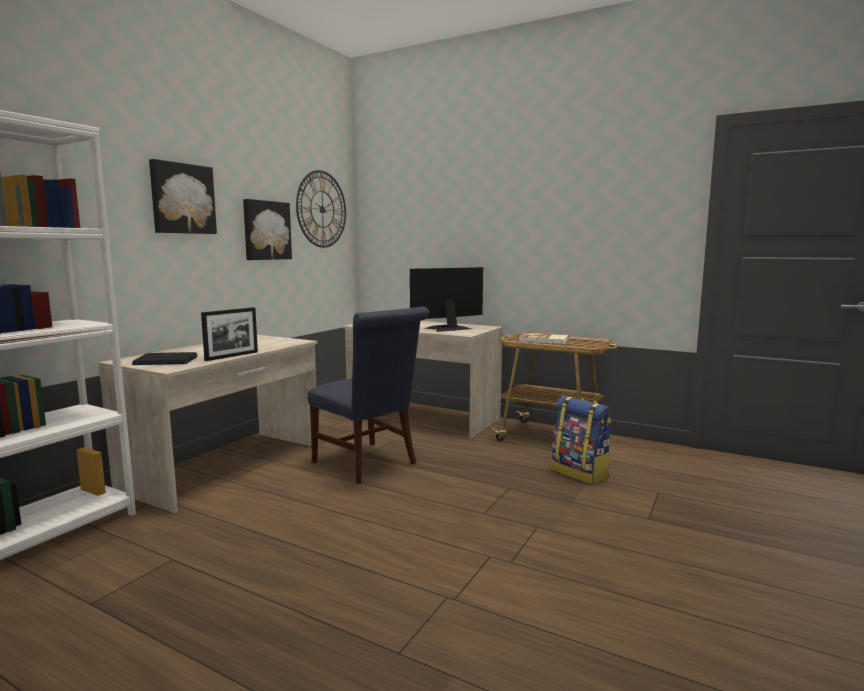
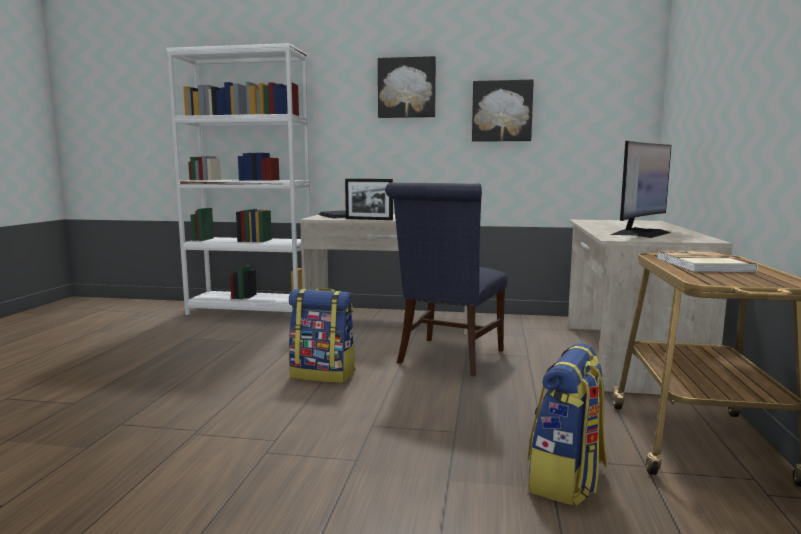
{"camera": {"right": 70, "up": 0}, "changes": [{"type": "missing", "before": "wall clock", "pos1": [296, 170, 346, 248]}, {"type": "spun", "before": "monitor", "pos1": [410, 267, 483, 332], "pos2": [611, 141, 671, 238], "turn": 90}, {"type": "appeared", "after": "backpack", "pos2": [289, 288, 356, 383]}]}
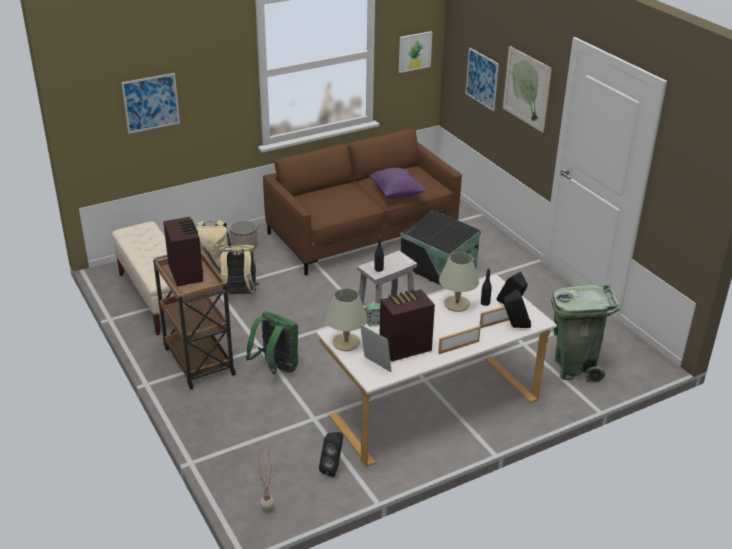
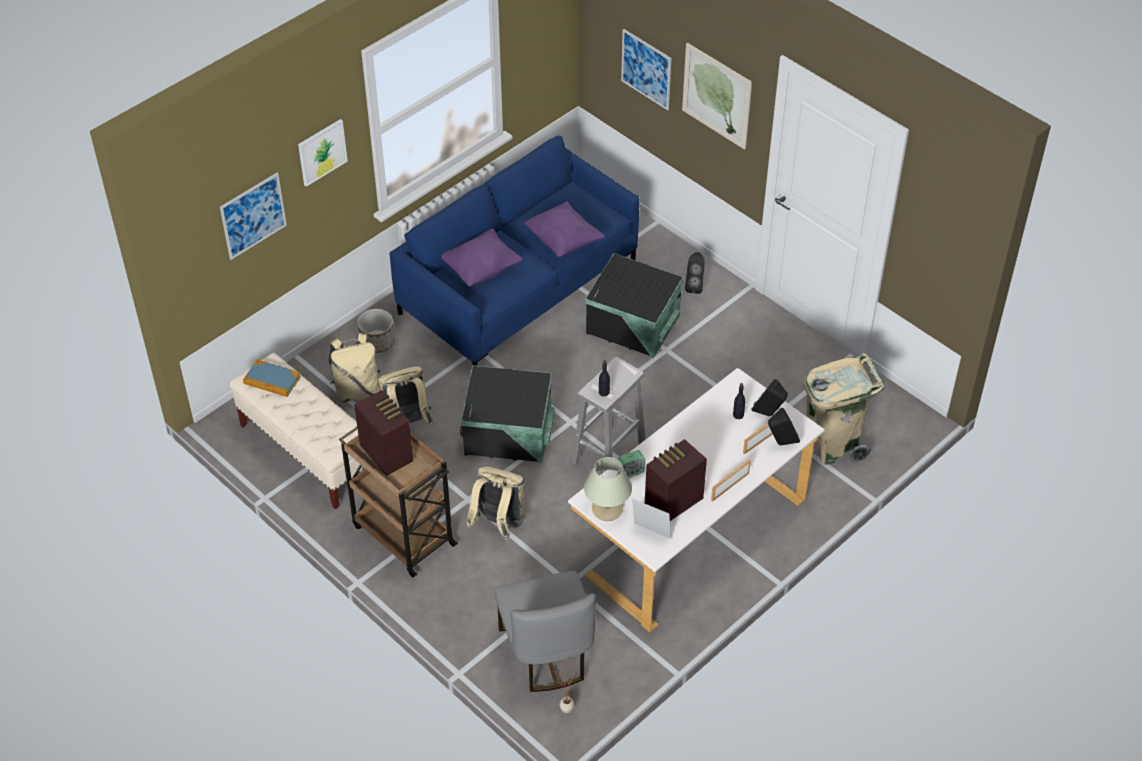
{"camera": {"right": -15, "up": 15}, "changes": [{"type": "relocated", "before": "picture", "pos1": [399, 31, 433, 73], "pos2": [298, 119, 348, 187]}, {"type": "colour", "before": "brown sofa", "after": "blue sofa", "pos1": [263, 129, 462, 276], "pos2": [390, 136, 640, 366]}, {"type": "missing", "before": "beige table lamp", "pos1": [439, 252, 479, 312]}, {"type": "colour", "before": "green trash can", "after": "beige trash can", "pos1": [551, 284, 620, 383], "pos2": [804, 352, 884, 465]}, {"type": "colour", "before": "green backpack", "after": "beige backpack", "pos1": [246, 311, 298, 374], "pos2": [466, 467, 525, 540]}, {"type": "relocated", "before": "black speaker", "pos1": [319, 432, 343, 477], "pos2": [685, 252, 705, 294]}, {"type": "appeared", "after": "purple pillow", "pos2": [441, 229, 522, 286]}, {"type": "appeared", "after": "book", "pos2": [243, 359, 301, 397]}, {"type": "appeared", "after": "black storage box", "pos2": [460, 365, 555, 463]}, {"type": "appeared", "after": "grey chair", "pos2": [495, 571, 596, 692]}]}
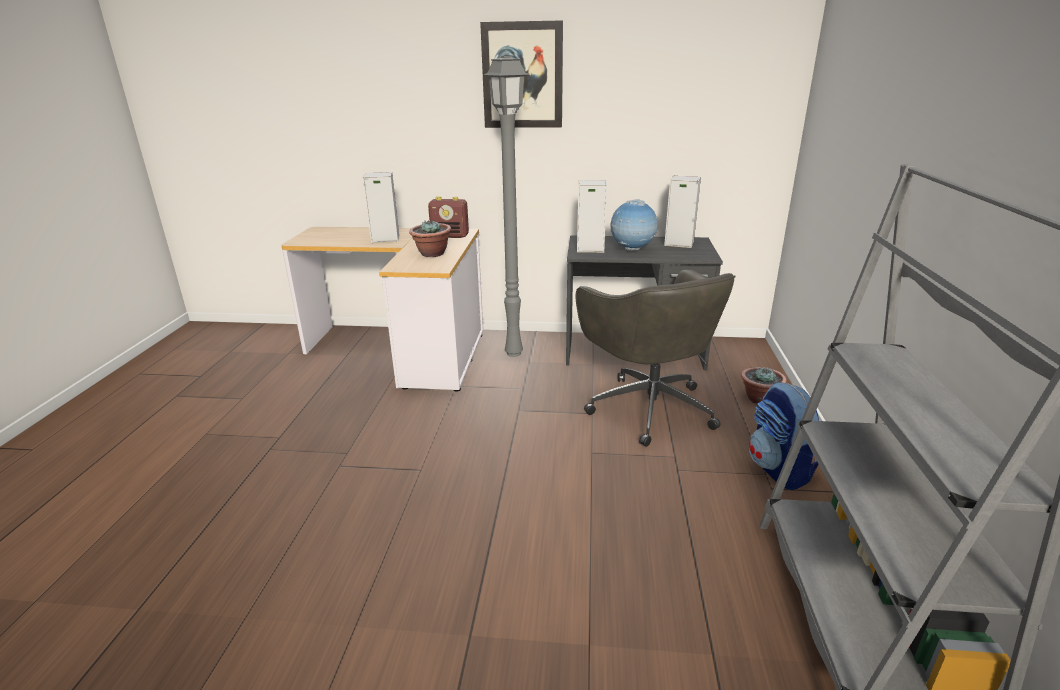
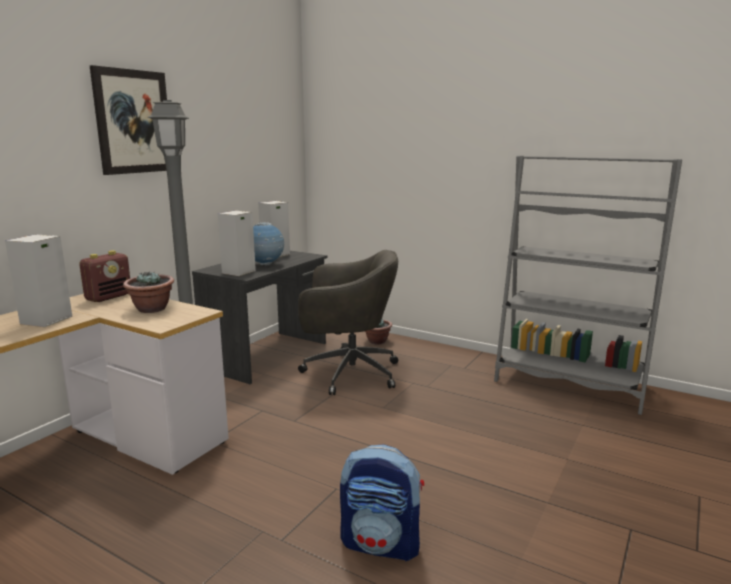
{"camera": {"right": -65, "up": -10}, "changes": [{"type": "relocated", "before": "backpack", "pos1": [749, 382, 819, 490], "pos2": [340, 444, 424, 561]}]}
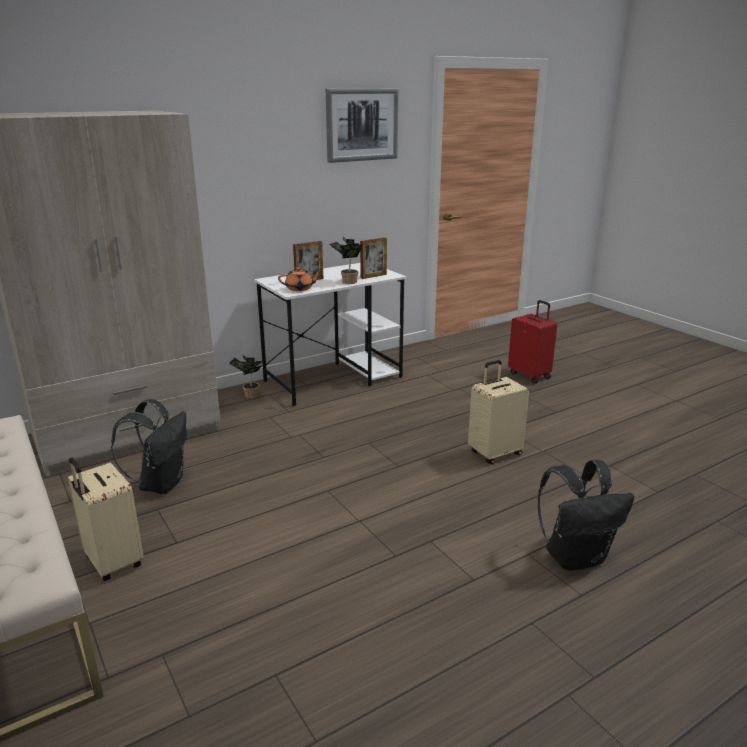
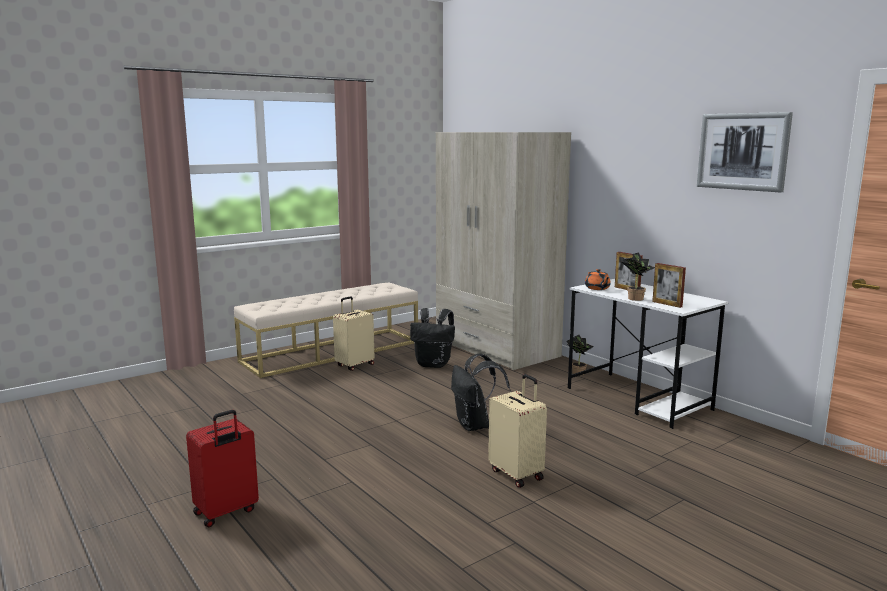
{"camera": {"right": 85, "up": -10}, "changes": [{"type": "relocated", "before": "red suitcase", "pos1": [508, 300, 557, 384], "pos2": [186, 410, 259, 527]}, {"type": "relocated", "before": "black backpack", "pos1": [538, 460, 634, 571], "pos2": [451, 354, 511, 431]}]}
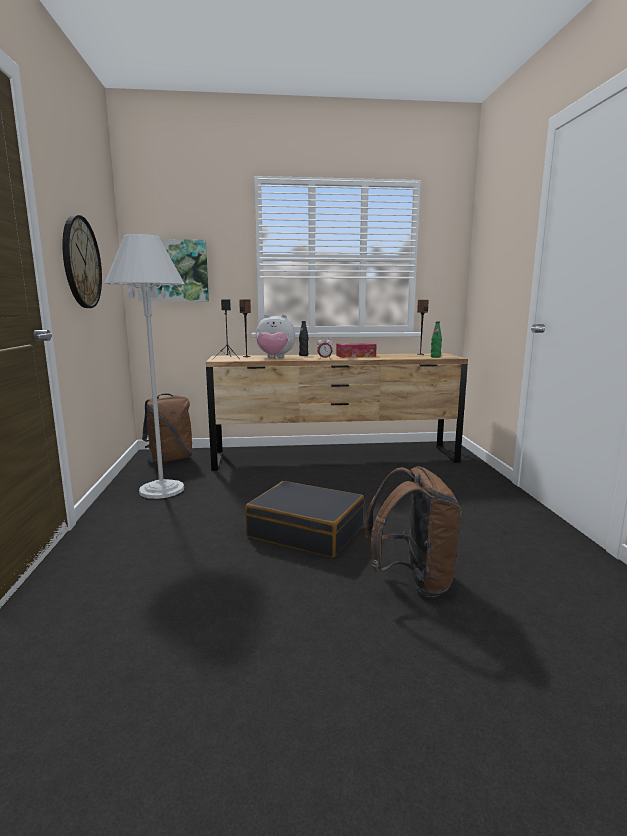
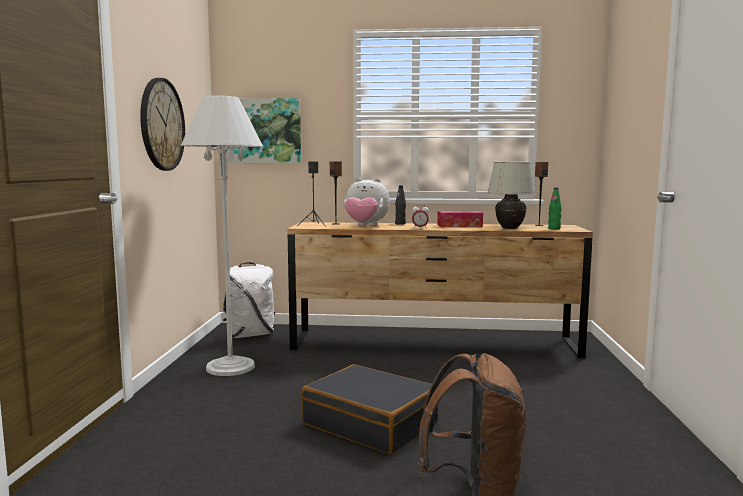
{"camera": {"right": 10, "up": -5}, "changes": [{"type": "colour", "before": "brown backpack", "after": "white backpack", "pos1": [142, 393, 192, 463], "pos2": [223, 262, 275, 338]}, {"type": "appeared", "after": "white table lamp", "pos2": [487, 162, 536, 229]}]}
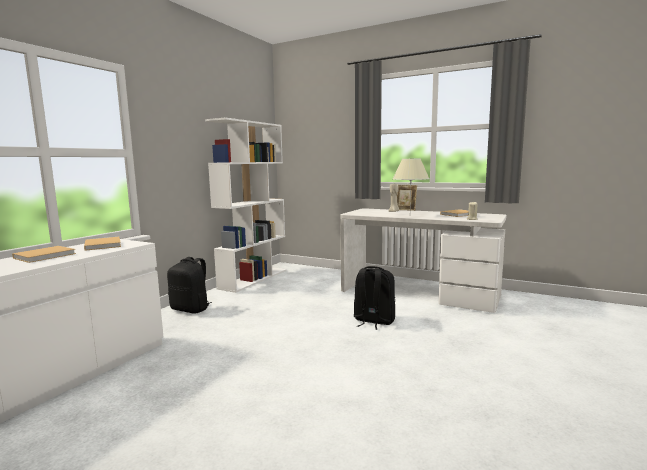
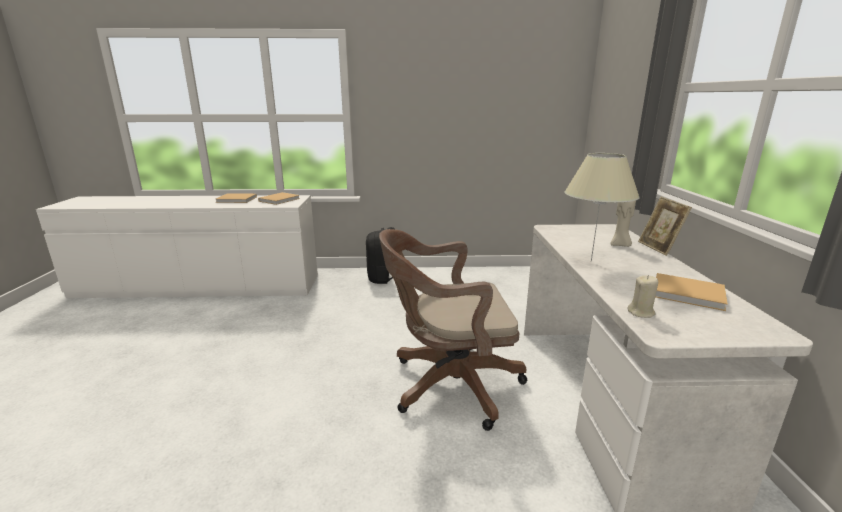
{"camera": {"right": 60, "up": 10}, "changes": [{"type": "missing", "before": "white bookcase", "pos1": [205, 117, 286, 293]}, {"type": "exchanged", "before": "black backpack", "after": "brown office chair", "pos1": [354, 266, 395, 330], "pos2": [379, 229, 527, 431]}]}
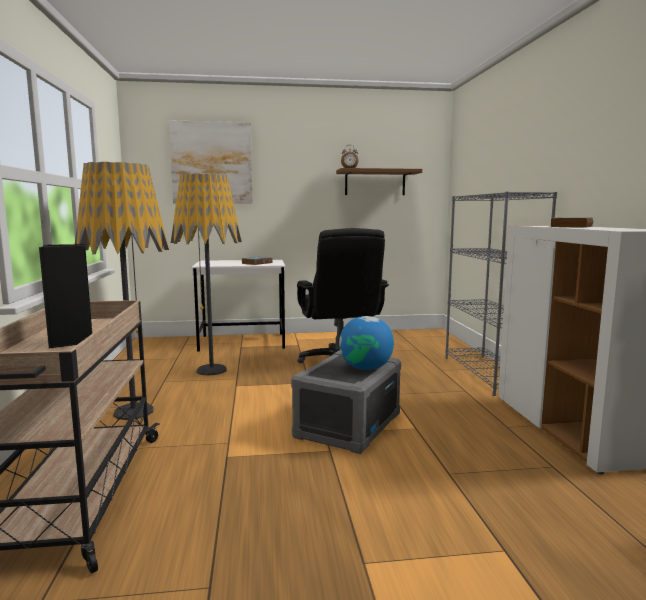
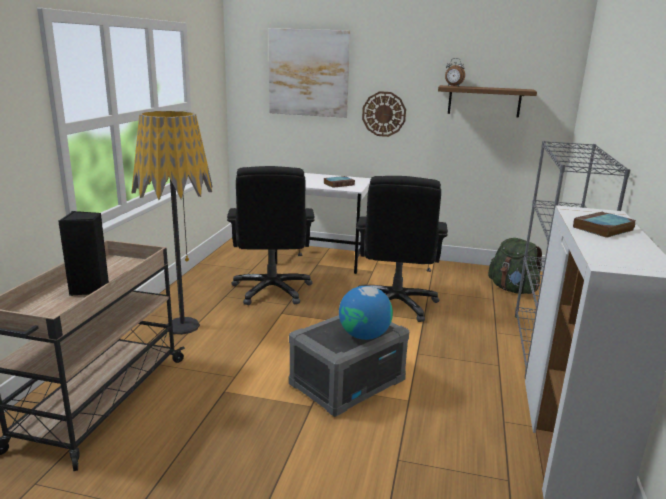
{"camera": {"right": 20, "up": 10}, "changes": [{"type": "exchanged", "before": "floor lamp", "after": "black office chair", "pos1": [171, 174, 242, 376], "pos2": [227, 166, 315, 305]}, {"type": "appeared", "after": "wall clock", "pos2": [362, 91, 406, 137]}, {"type": "appeared", "after": "green backpack", "pos2": [488, 238, 543, 294]}]}
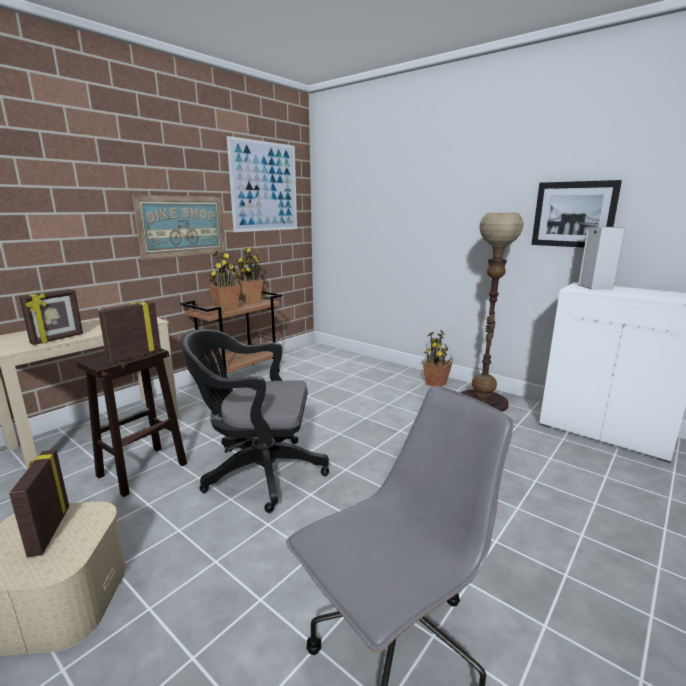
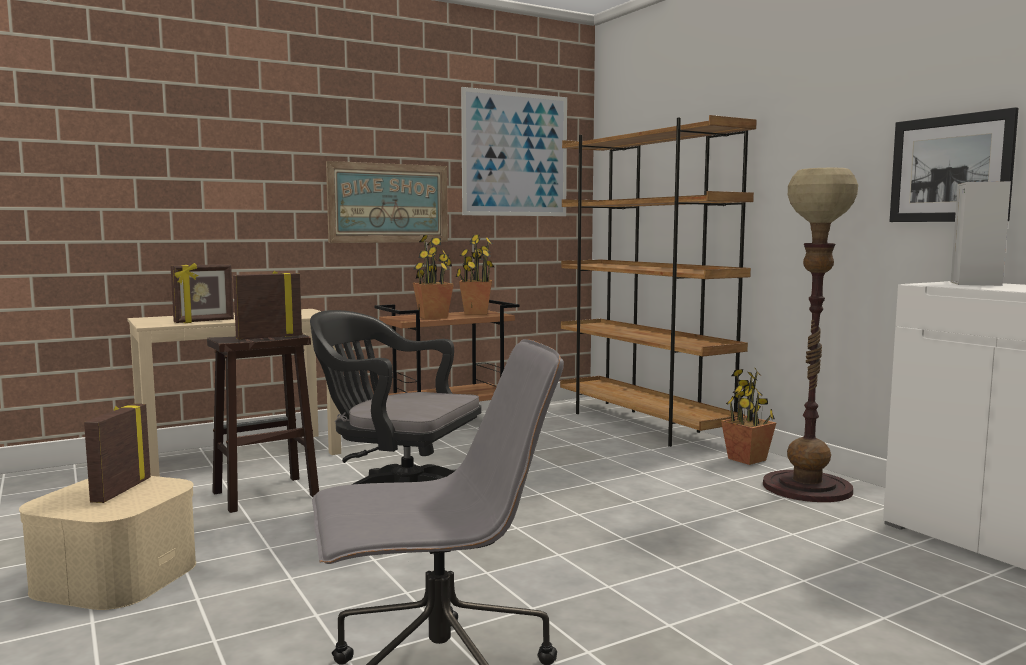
{"camera": {"right": 20, "up": -10}, "changes": [{"type": "appeared", "after": "brown bookcase", "pos2": [560, 115, 757, 447]}]}
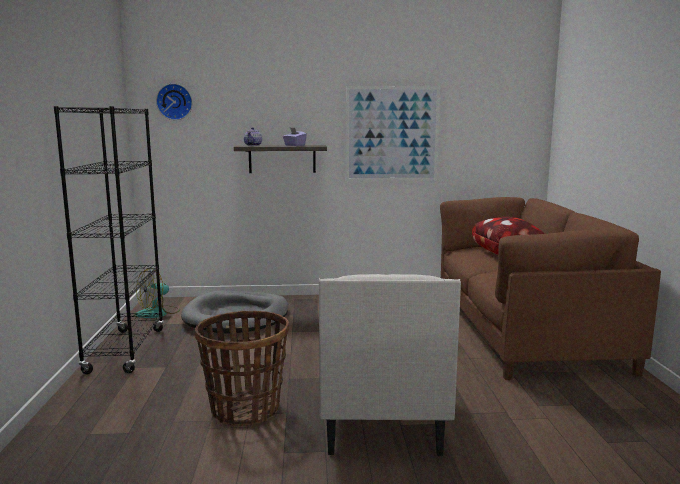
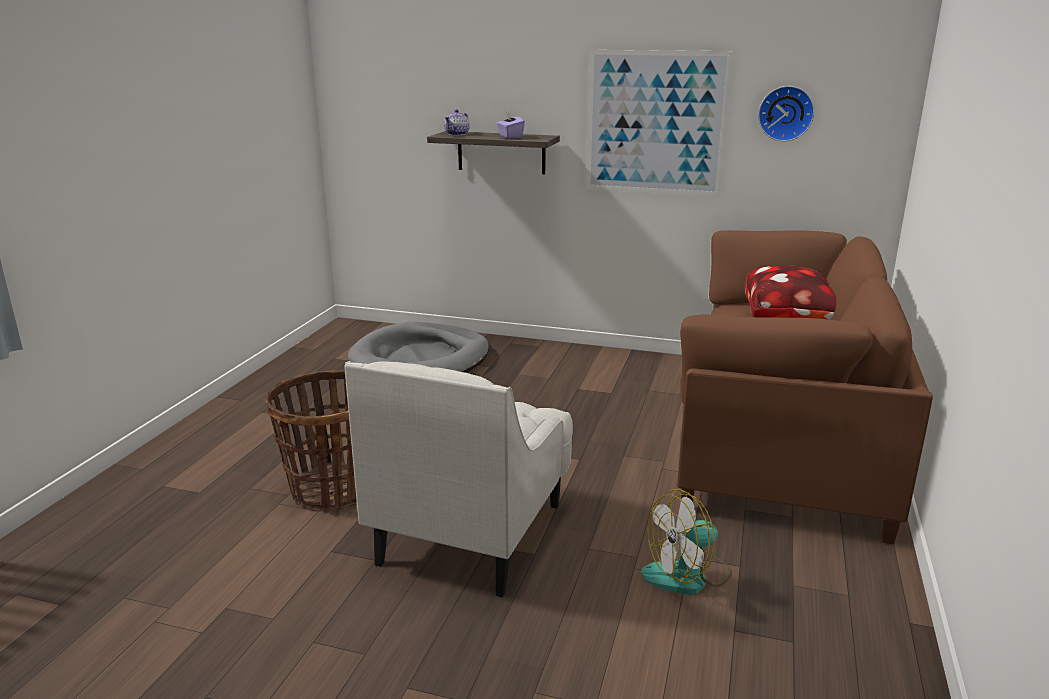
{"camera": {"right": 20, "up": 10}, "changes": [{"type": "relocated", "before": "wall clock", "pos1": [156, 83, 192, 120], "pos2": [758, 86, 814, 141]}, {"type": "missing", "before": "black bookcase", "pos1": [54, 106, 164, 374]}, {"type": "relocated", "before": "fan", "pos1": [136, 268, 180, 318], "pos2": [641, 489, 732, 595]}]}
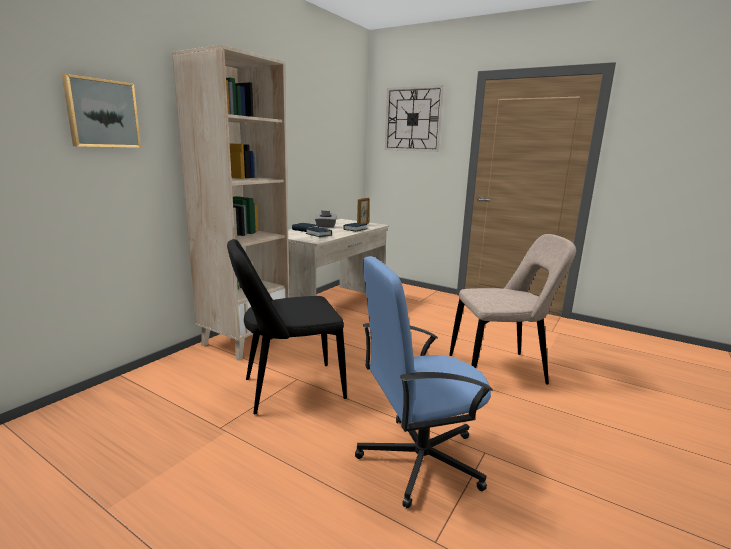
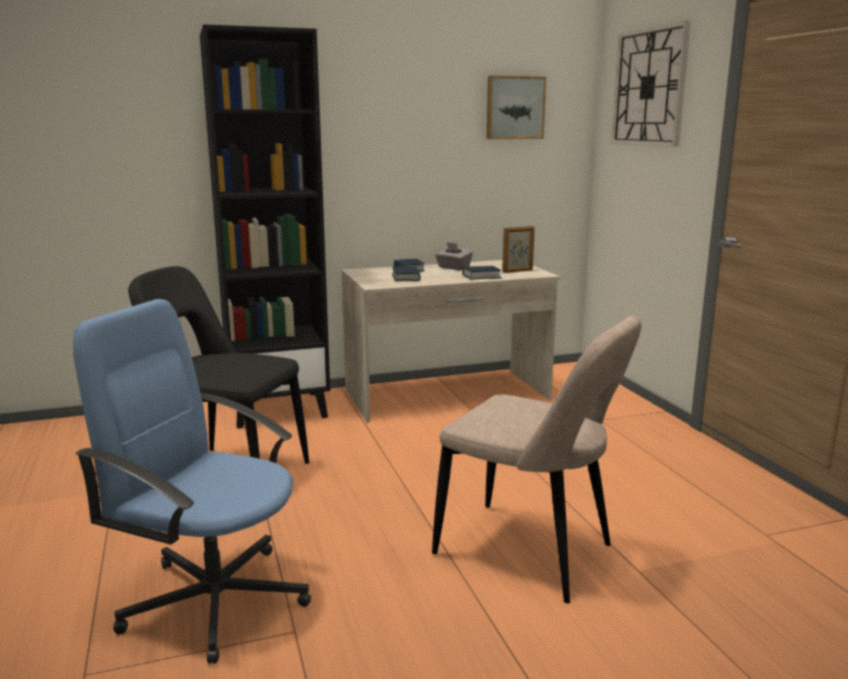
{"camera": {"right": 40, "up": 0}, "changes": [{"type": "colour", "before": "beige bookcase", "after": "black bookcase", "pos1": [172, 45, 290, 360], "pos2": [200, 24, 330, 428]}, {"type": "relocated", "before": "picture", "pos1": [62, 74, 141, 148], "pos2": [486, 76, 546, 139]}]}
